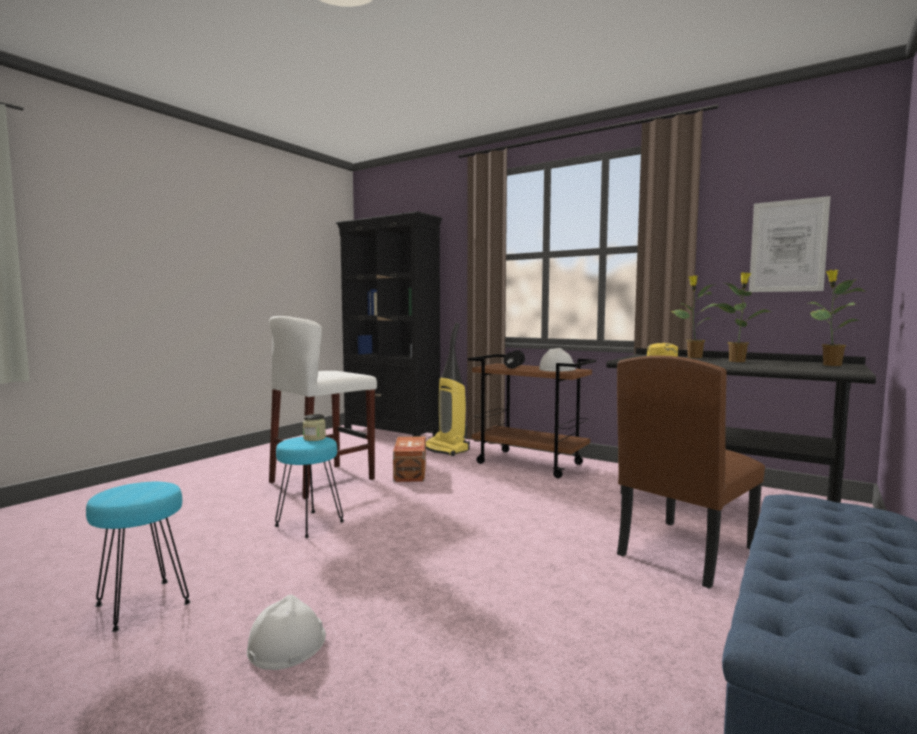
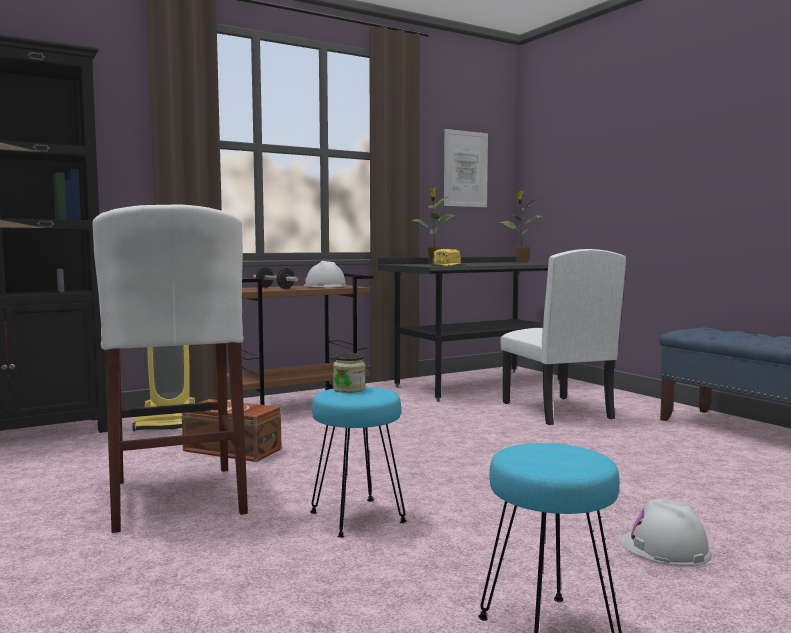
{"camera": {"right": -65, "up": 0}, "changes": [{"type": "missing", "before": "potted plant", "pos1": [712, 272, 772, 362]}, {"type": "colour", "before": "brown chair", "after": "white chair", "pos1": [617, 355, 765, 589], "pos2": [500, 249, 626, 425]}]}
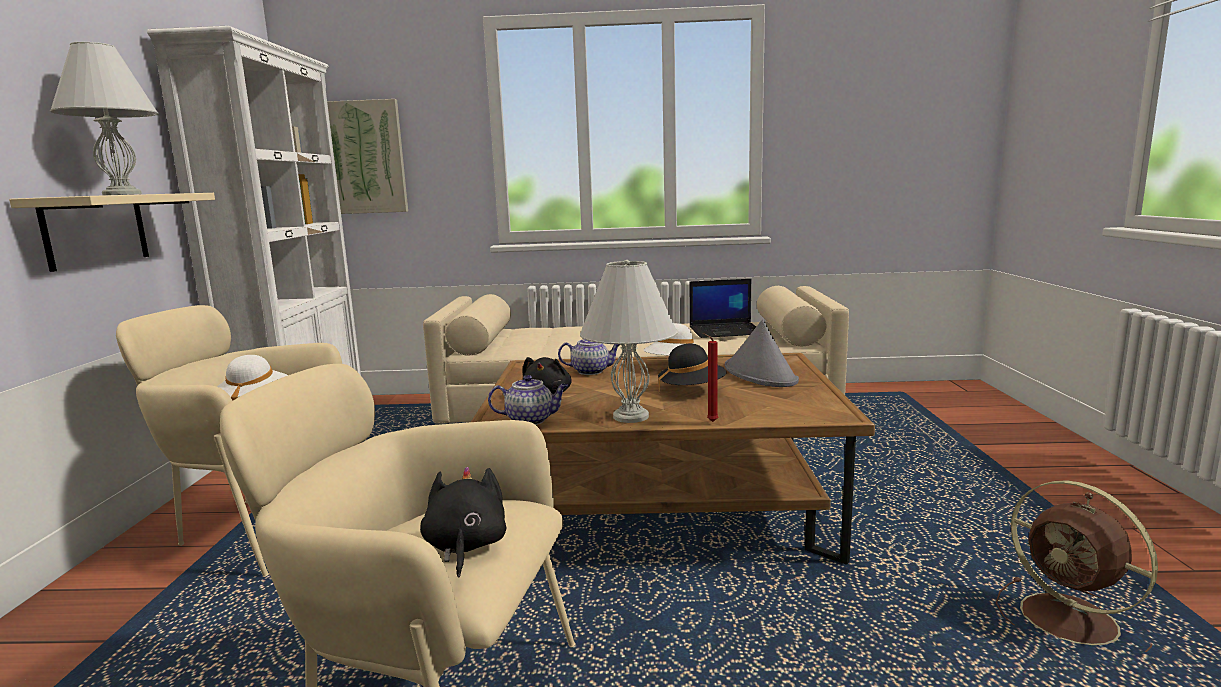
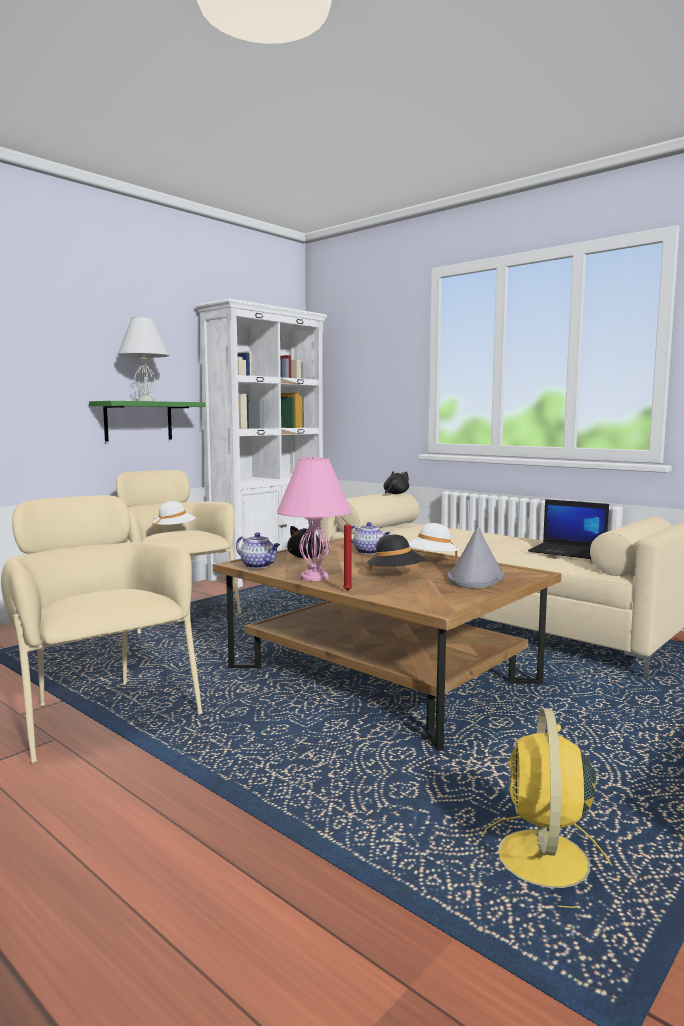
{"camera": {"right": 40, "up": -5}, "changes": [{"type": "missing", "before": "picture", "pos1": [327, 99, 408, 214]}, {"type": "colour", "before": "beige shelf", "after": "green shelf", "pos1": [9, 193, 215, 272], "pos2": [89, 401, 205, 442]}, {"type": "colour", "before": "white table lamp", "after": "pink table lamp", "pos1": [580, 260, 678, 423], "pos2": [277, 456, 352, 581]}, {"type": "relocated", "before": "black plush toy", "pos1": [420, 467, 506, 577], "pos2": [383, 471, 409, 494]}, {"type": "colour", "before": "brown fan", "after": "yellow fan", "pos1": [996, 480, 1158, 652], "pos2": [482, 708, 613, 908]}]}
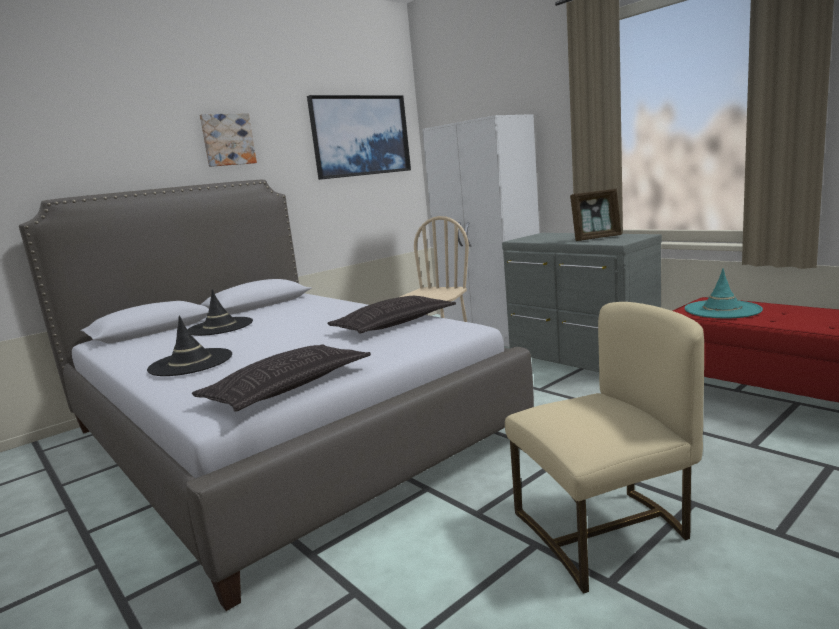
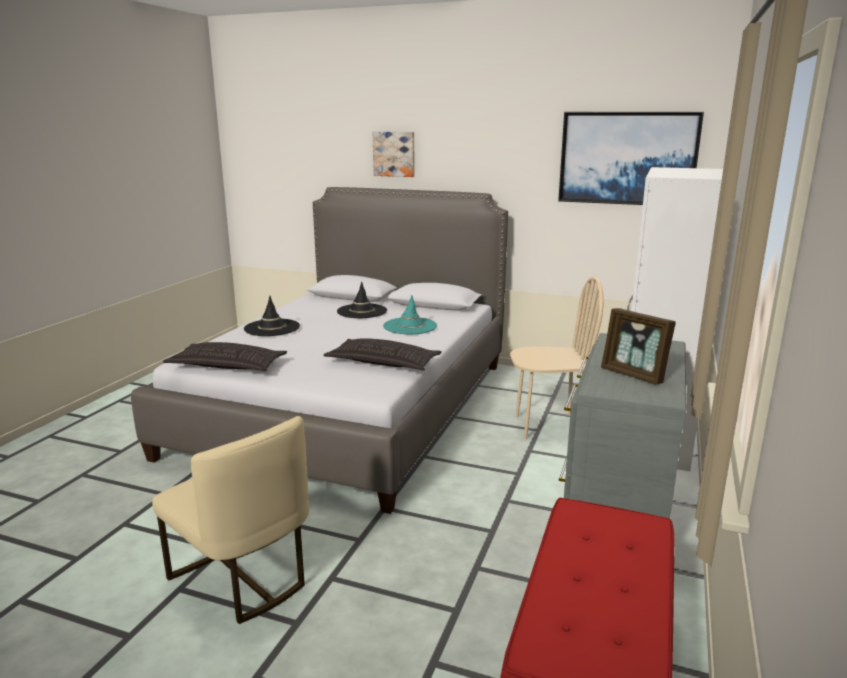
{"camera": {"right": 60, "up": 5}, "changes": [{"type": "relocated", "before": "picture", "pos1": [200, 113, 257, 167], "pos2": [373, 132, 414, 177]}, {"type": "relocated", "before": "turquoise hat", "pos1": [685, 268, 763, 319], "pos2": [383, 295, 437, 334]}]}
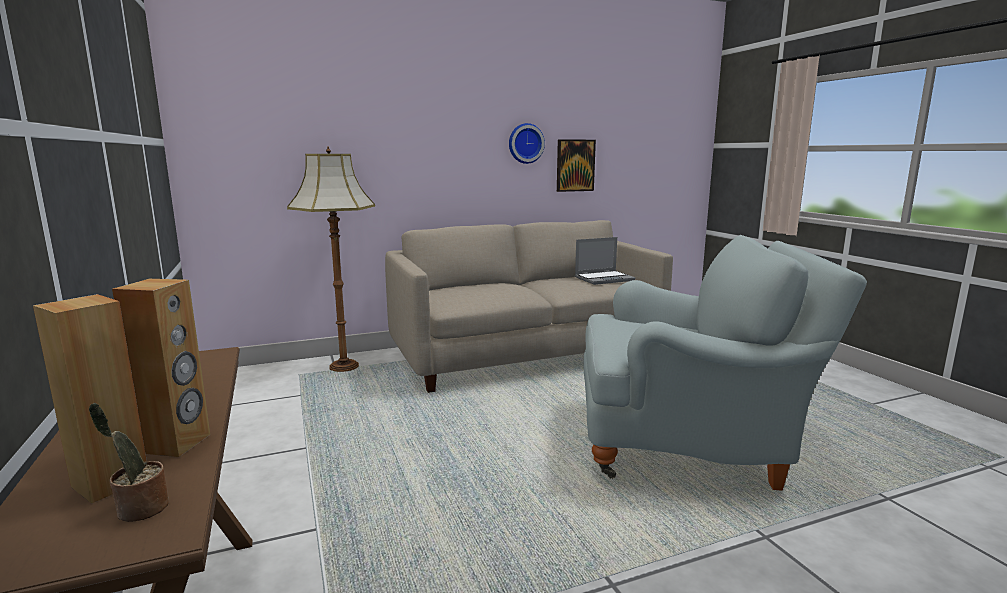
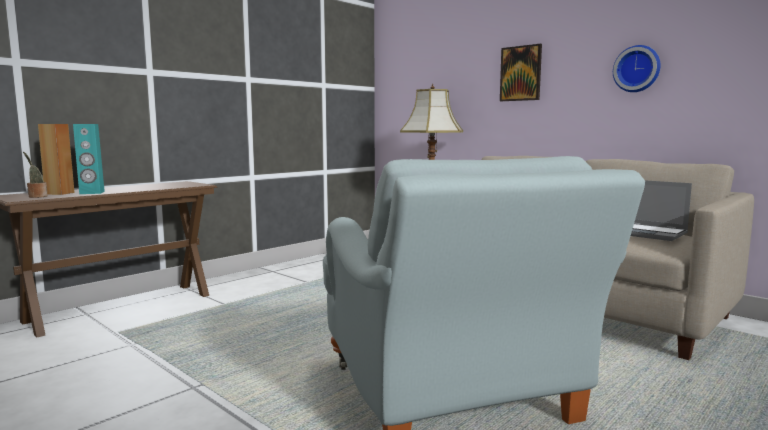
{"camera": {"right": 65, "up": -5}, "changes": [{"type": "relocated", "before": "picture", "pos1": [557, 139, 596, 192], "pos2": [500, 44, 542, 101]}, {"type": "colour", "before": "brown speaker", "after": "turquoise speaker", "pos1": [112, 279, 210, 457], "pos2": [73, 124, 105, 194]}]}
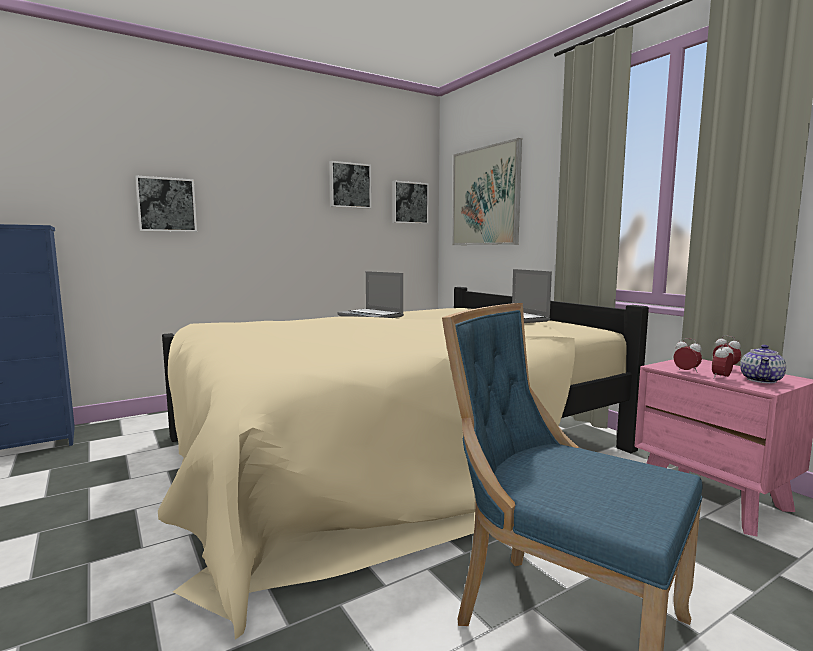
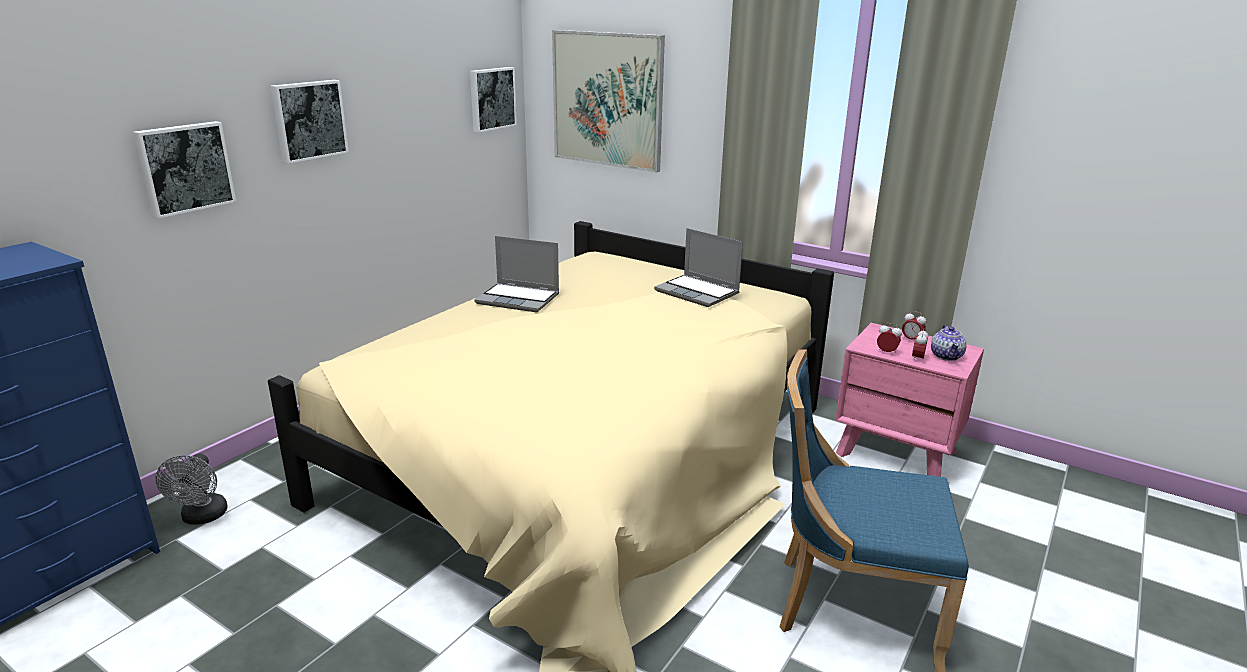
{"camera": {"right": -25, "up": 15}, "changes": [{"type": "relocated", "before": "picture", "pos1": [329, 161, 371, 209], "pos2": [271, 80, 349, 164]}, {"type": "appeared", "after": "grey fan", "pos2": [155, 453, 227, 525]}]}
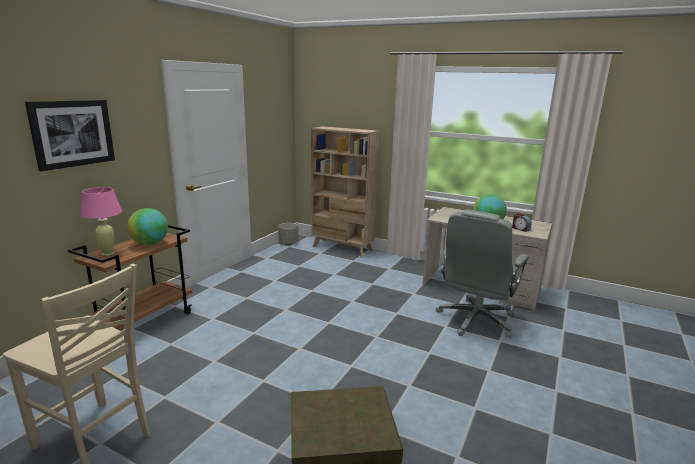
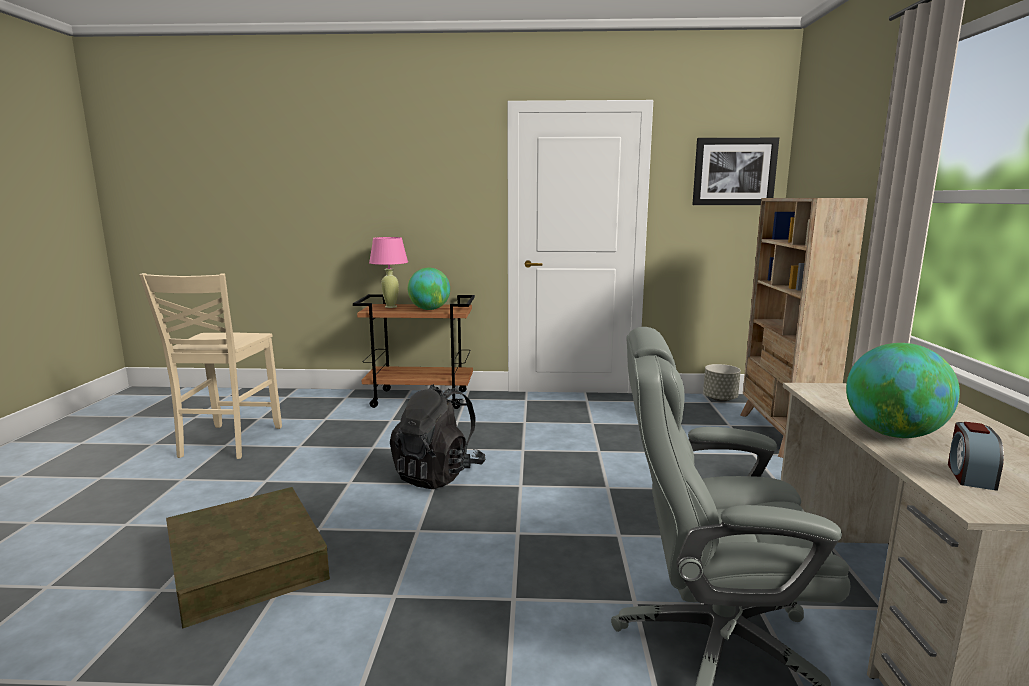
{"camera": {"right": 65, "up": -5}, "changes": [{"type": "relocated", "before": "picture", "pos1": [25, 100, 115, 172], "pos2": [692, 138, 779, 205]}, {"type": "appeared", "after": "black backpack", "pos2": [390, 384, 485, 489]}]}
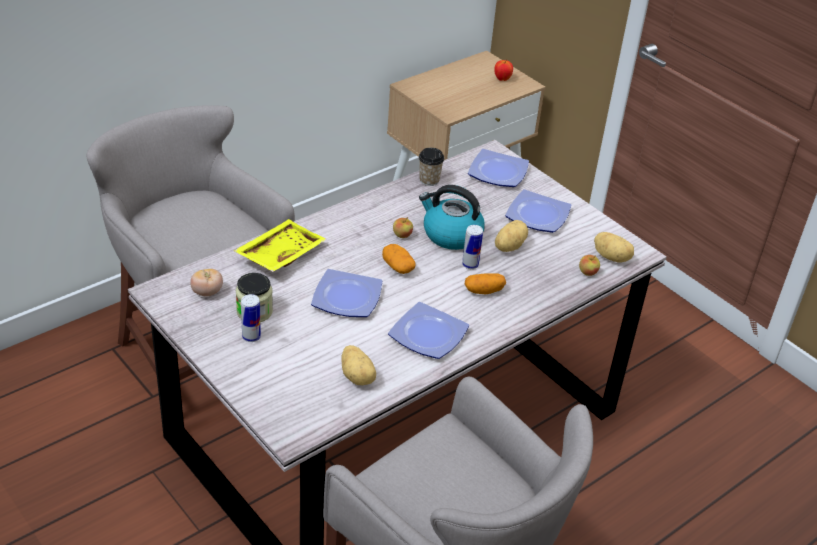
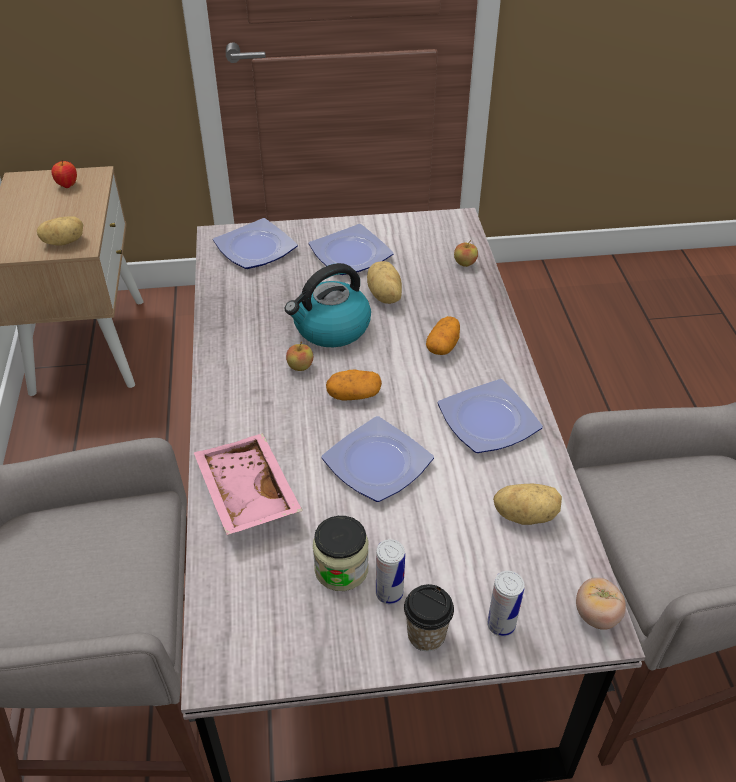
{"camera": {"right": -55, "up": 5}, "changes": [{"type": "relocated", "before": "cup", "pos1": [419, 148, 444, 186], "pos2": [404, 584, 454, 651]}, {"type": "colour", "before": "yellow tray", "after": "pink tray", "pos1": [234, 219, 327, 272], "pos2": [194, 433, 303, 535]}, {"type": "relocated", "before": "can", "pos1": [462, 225, 483, 269], "pos2": [487, 571, 524, 637]}, {"type": "relocated", "before": "potato", "pos1": [594, 232, 634, 263], "pos2": [37, 216, 83, 246]}, {"type": "relocated", "before": "tomato", "pos1": [190, 269, 223, 296], "pos2": [576, 578, 626, 630]}]}
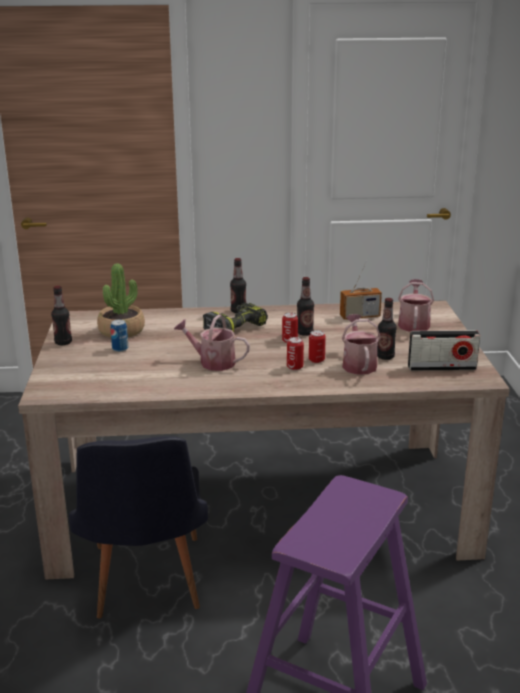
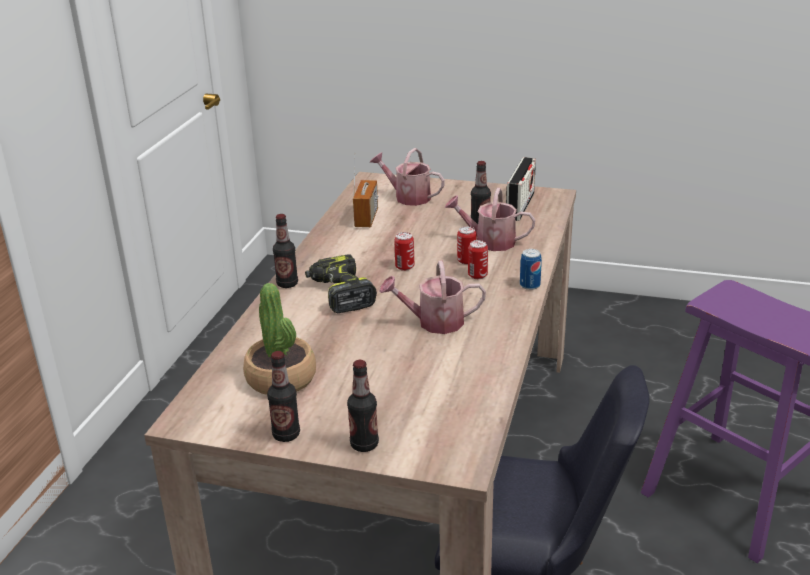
{"camera": {"right": -70, "up": 5}, "changes": [{"type": "relocated", "before": "bottle", "pos1": [297, 277, 314, 336], "pos2": [347, 360, 379, 452]}, {"type": "spun", "before": "watering can", "pos1": [174, 314, 250, 371], "pos2": [379, 261, 486, 334], "turn": 45}, {"type": "relocated", "before": "can", "pos1": [110, 320, 128, 352], "pos2": [520, 249, 542, 290]}]}
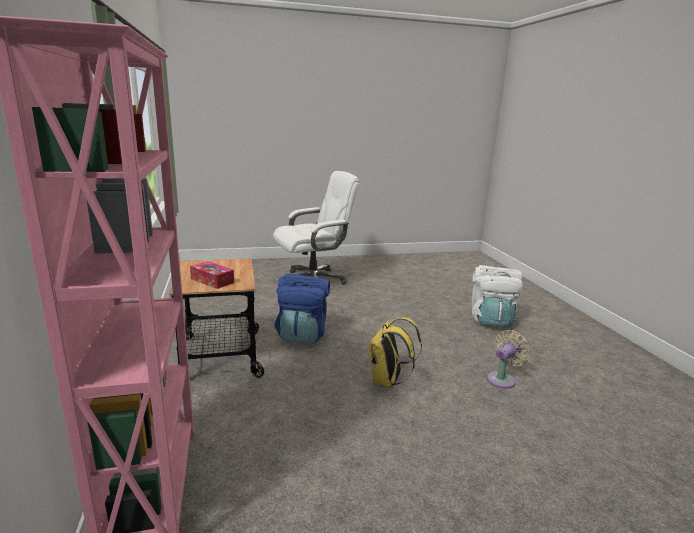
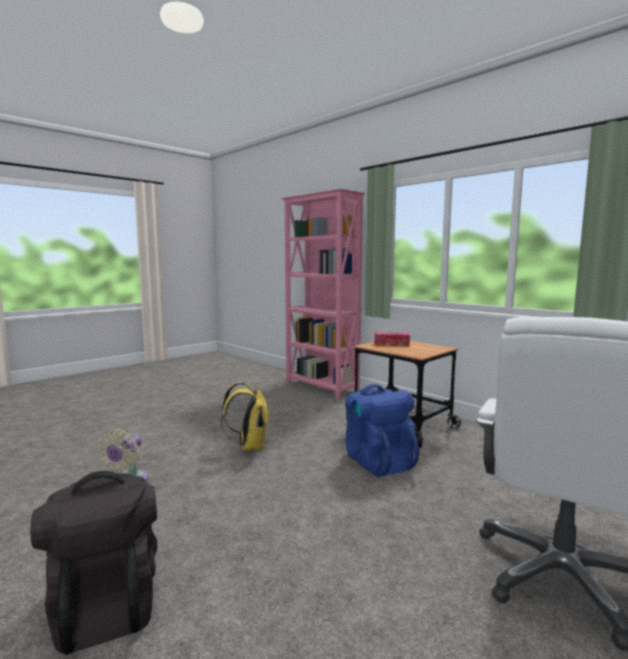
{"camera": {"right": 150, "up": -10}, "changes": [{"type": "colour", "before": "white backpack", "after": "black backpack", "pos1": [472, 265, 523, 328], "pos2": [30, 471, 158, 655]}]}
